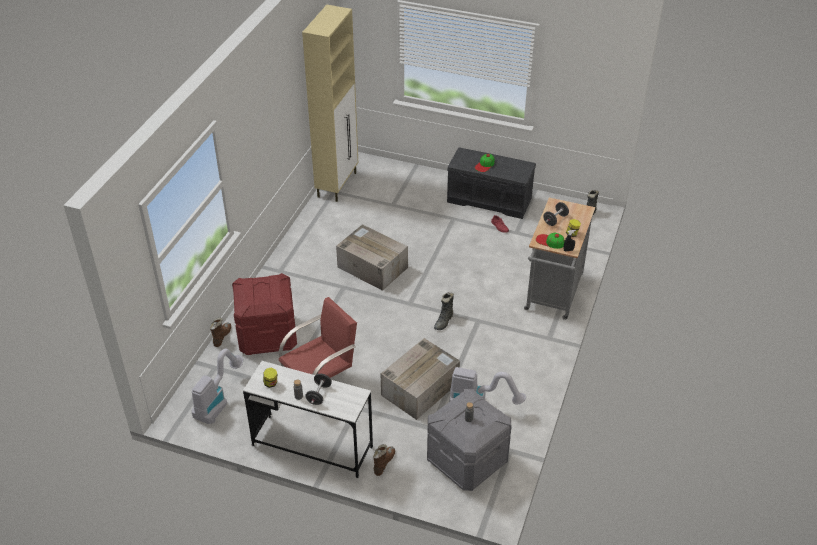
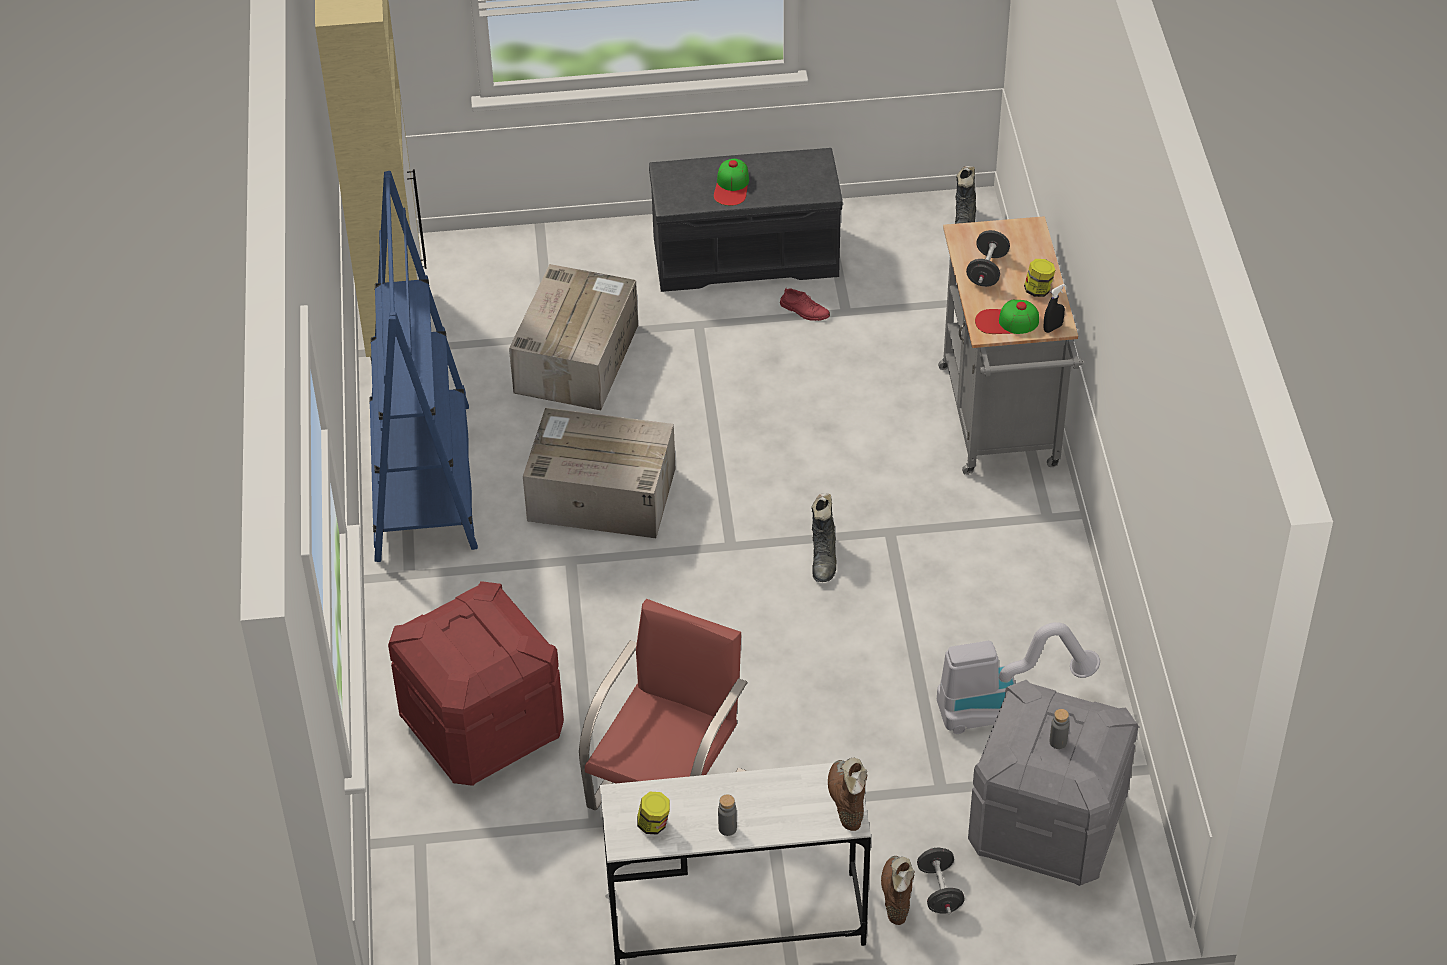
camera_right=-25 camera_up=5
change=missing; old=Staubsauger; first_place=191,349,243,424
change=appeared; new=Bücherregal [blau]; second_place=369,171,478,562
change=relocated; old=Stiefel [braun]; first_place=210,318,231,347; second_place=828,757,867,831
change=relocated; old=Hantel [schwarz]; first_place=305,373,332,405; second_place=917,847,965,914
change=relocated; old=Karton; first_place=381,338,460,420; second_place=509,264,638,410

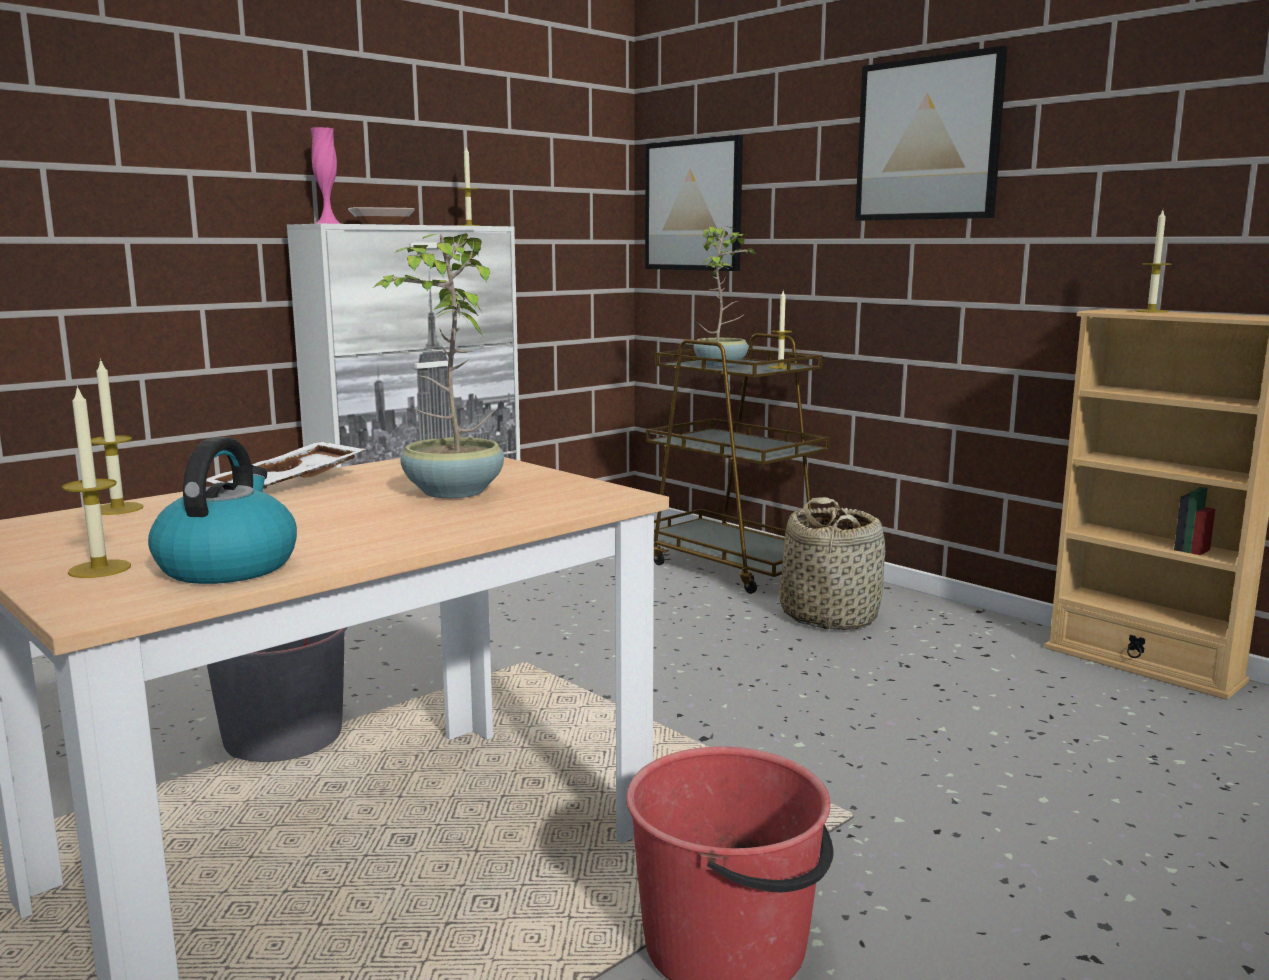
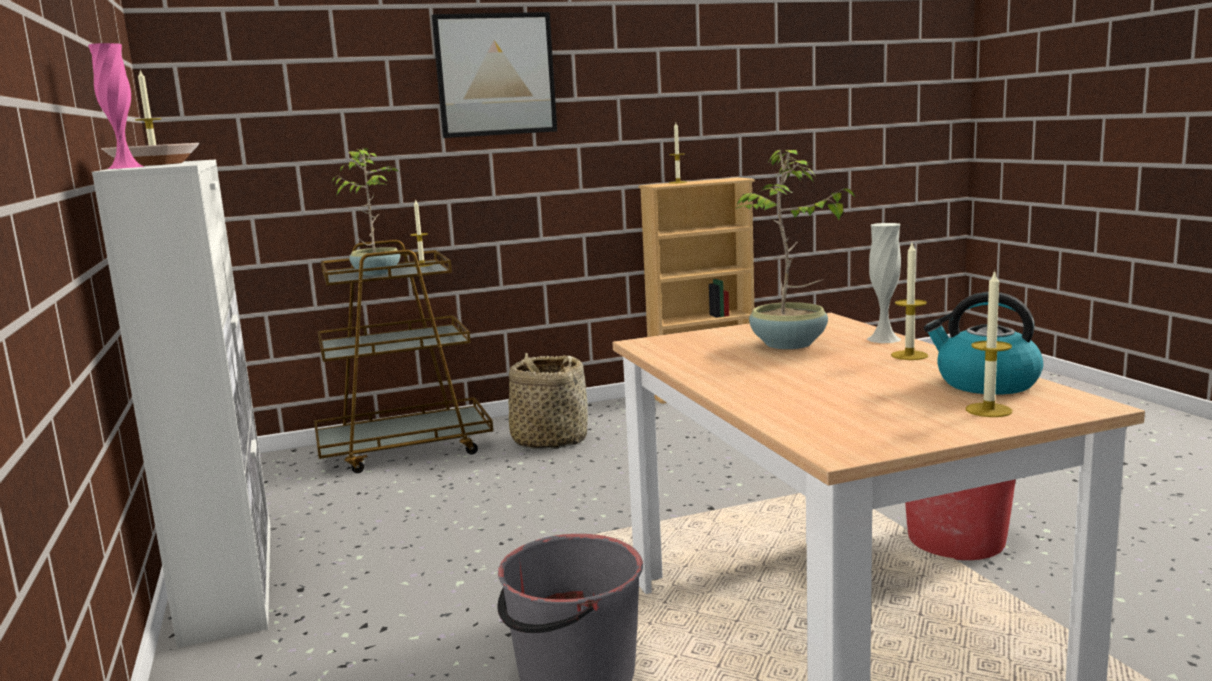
camera_right=-65 camera_up=0
change=missing; old=Tablett [weiß]; first_place=206,442,366,490
change=missing; old=Bild; first_place=645,135,743,271
change=appeared; new=Vase [weiß]; second_place=867,223,901,343
change=relocated; old=Kerze; first_place=91,358,144,515; second_place=891,243,928,360

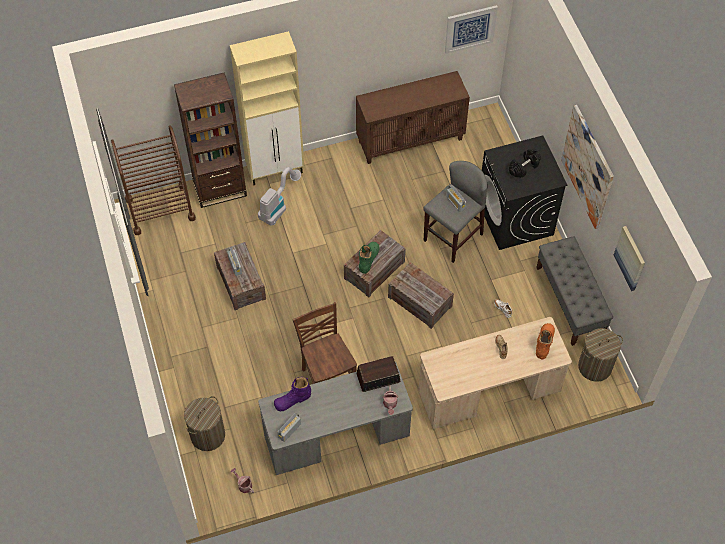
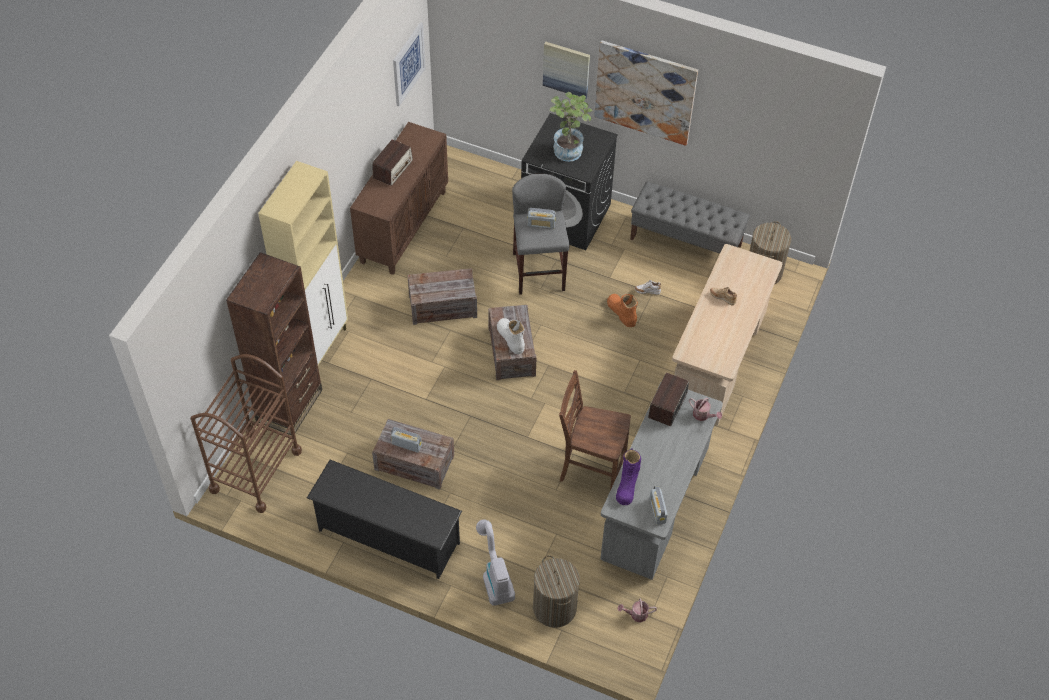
camera_right=-50 camera_up=-5
change=appeared; new=Schuhregal [schwarz]; second_place=307,460,462,579
change=appeared; new=Radio; second_place=372,139,413,186
change=relocated; old=Staubsauger; first_place=258,167,301,225; second_place=476,519,515,606
change=relocated; old=Kiste; first_place=388,262,454,329; second_place=407,268,477,325
change=relocated; old=Stiefel [orange]; first_place=536,323,555,359; second_place=607,294,638,327
change=relocated; old=Bild; first_place=614,226,645,291; second_place=543,42,590,98
change=exchanged; old=Hantel [schwarz]; new=Topfpflanze; first_place=509,149,541,178; second_place=550,92,593,162
change=colour; old=Stiefel [grün]; new=Stiefel [weiß]; first_place=359,242,380,274; second_place=497,318,525,354

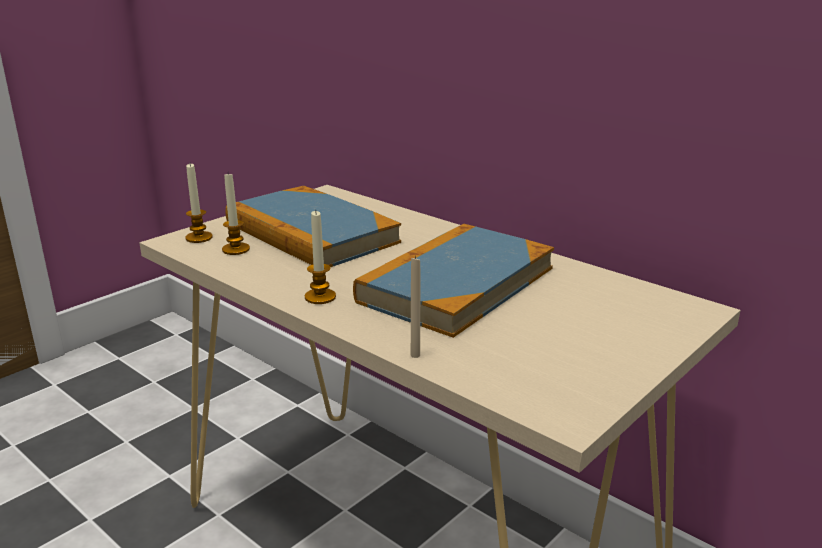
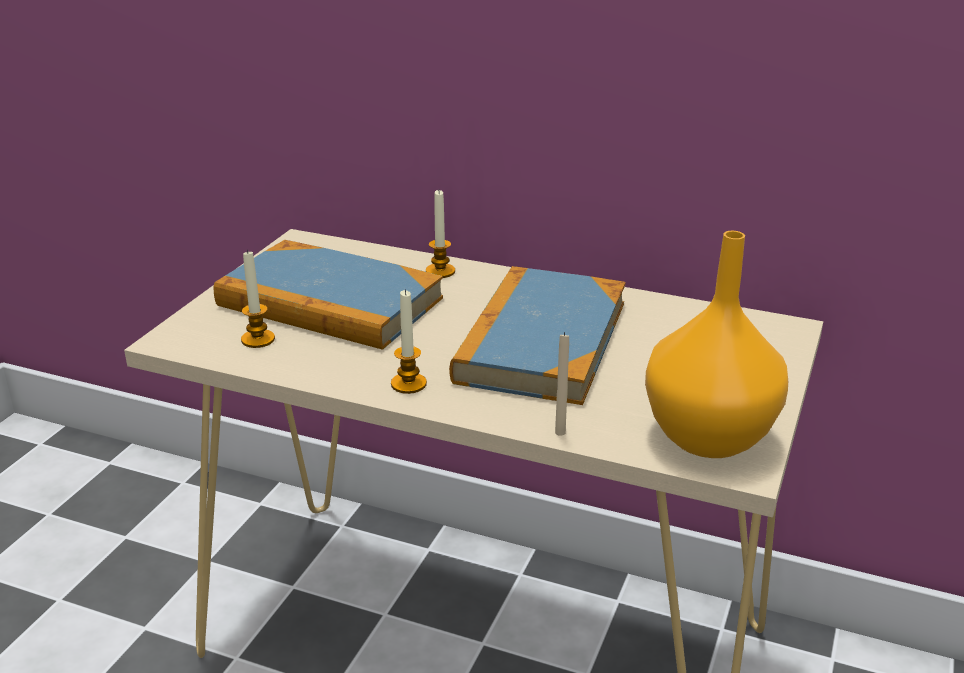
camera_right=-20 camera_up=5
change=appeared; new=Vase [orange]; second_place=645,231,788,458
change=relocated; old=Kerze; first_place=185,164,213,243; second_place=426,190,455,278

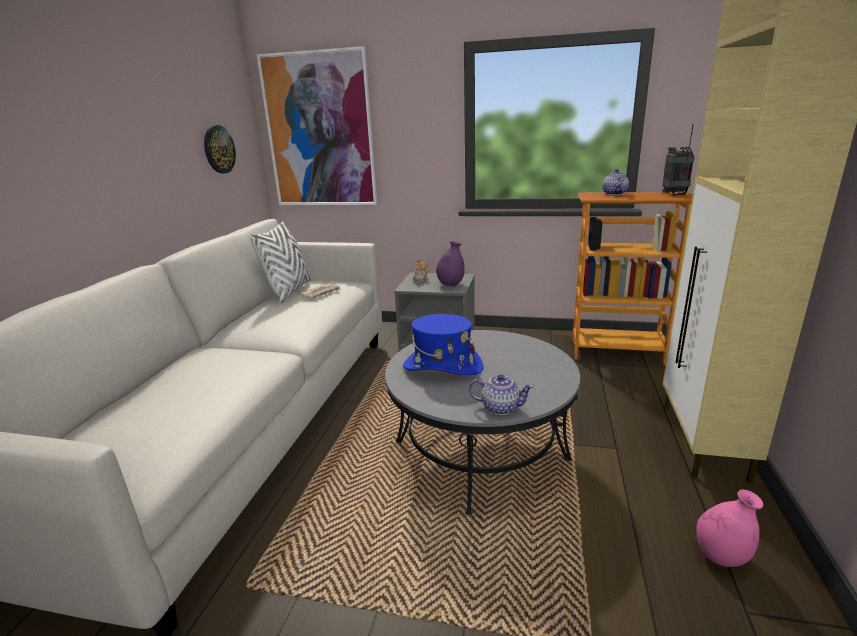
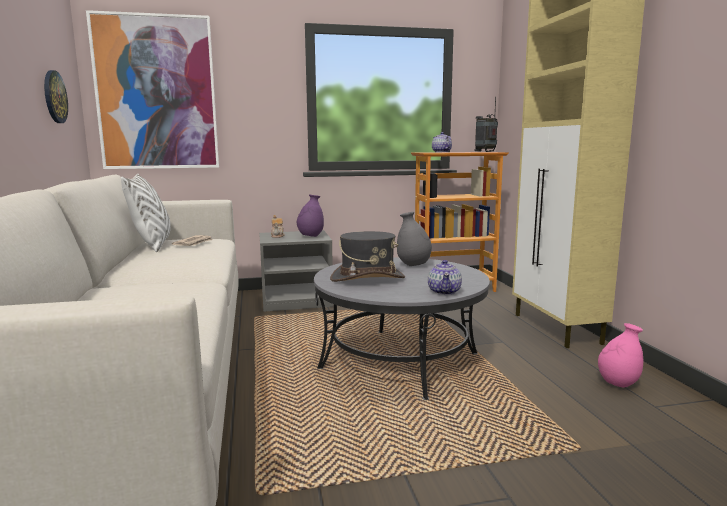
camera_right=-25 camera_up=-10
change=appeared; new=Vase [grau]; second_place=397,212,432,266
change=colour; old=Hut [blau]; new=Hut [grau]; first_place=403,314,483,375; second_place=330,231,405,282
change=spun; old=Teekanne; first_place=469,374,534,415; second_place=428,260,462,295; degrees=105

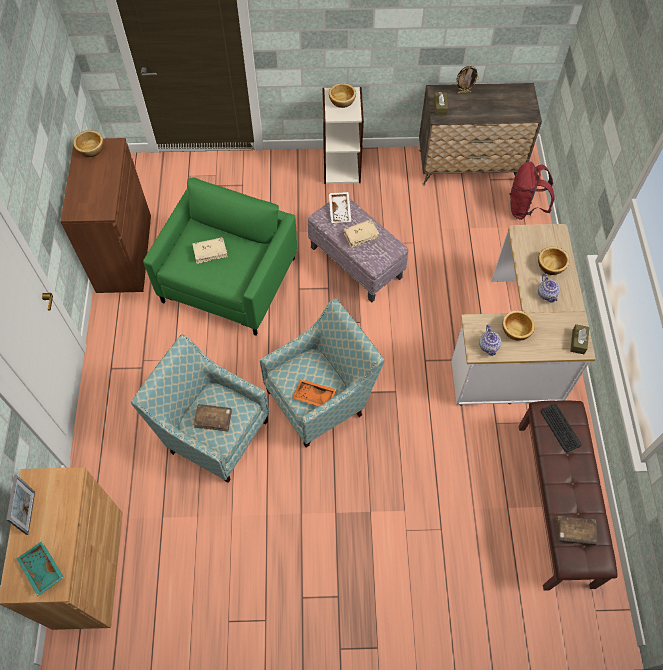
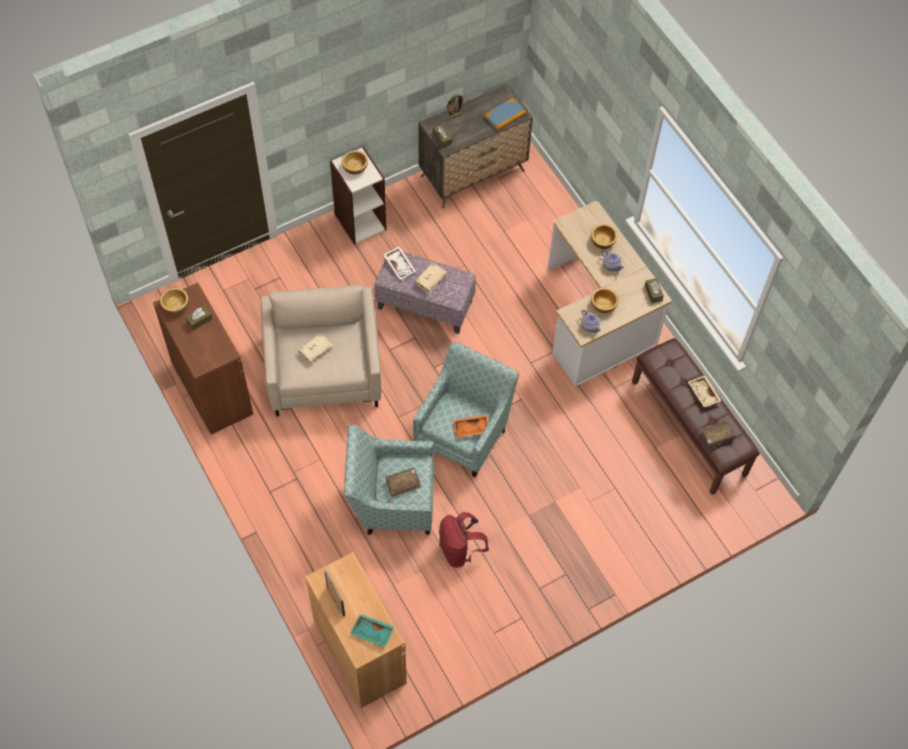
camera_right=-30 camera_up=0
change=missing; old=Tastatur; first_place=541,403,582,452
change=appeared; new=Taschentuchbox [braun]; second_place=186,306,213,330
change=appeared; new=Buch; second_place=484,98,526,131
change=appeared; new=Tablett [beige]; second_place=688,376,722,407
change=relocated; old=Rucksack [rot]; first_place=510,161,554,220; second_place=439,512,489,568
change=colour; old=Sessel [grün]; new=Sessel [beige]; first_place=143,177,297,336; second_place=261,285,381,416

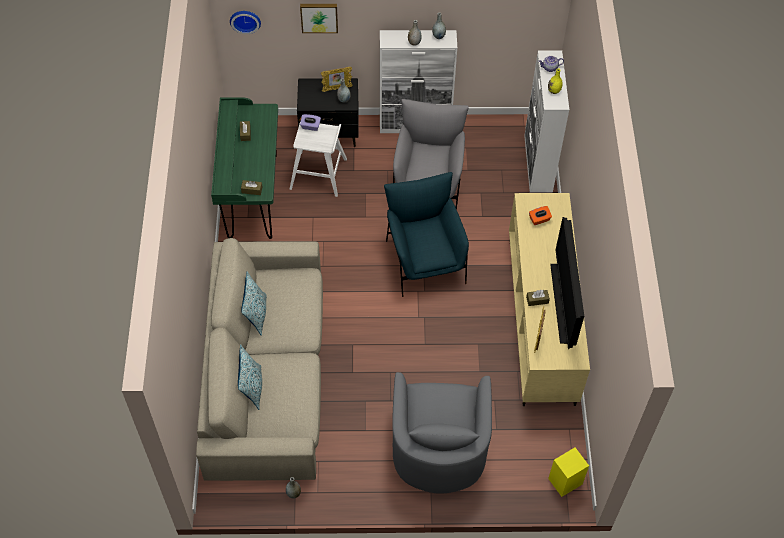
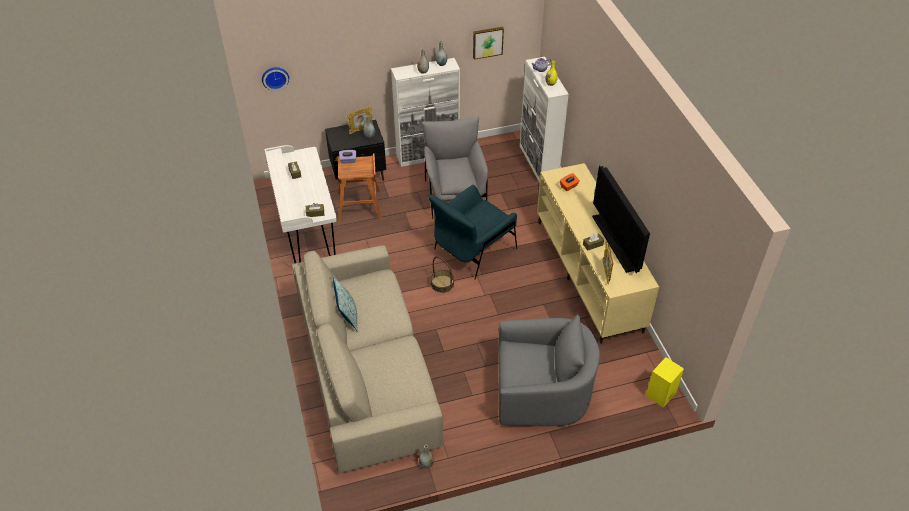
camera_right=-15 camera_up=-10
change=missing; old=Kissen; first_place=238,344,262,410
change=appeared; new=Korb; second_place=430,257,454,293
change=relocated; old=Bild; first_place=300,4,338,33; second_place=473,27,504,60
change=colour; old=Schreibtisch [grün]; new=Schreibtisch [weiß]; first_place=211,97,278,239; second_place=264,145,337,263
change=colour; old=Hocker [weiß]; new=Hocker [braun]; first_place=289,124,347,197; second_place=338,153,382,223
change=spun; old=Sessel [blau]; first_place=384,172,469,297; second_place=429,185,517,280; degrees=-105
change=spun; old=Sessel [grau]; first_place=392,372,492,494; second_place=498,314,600,426; degrees=-75

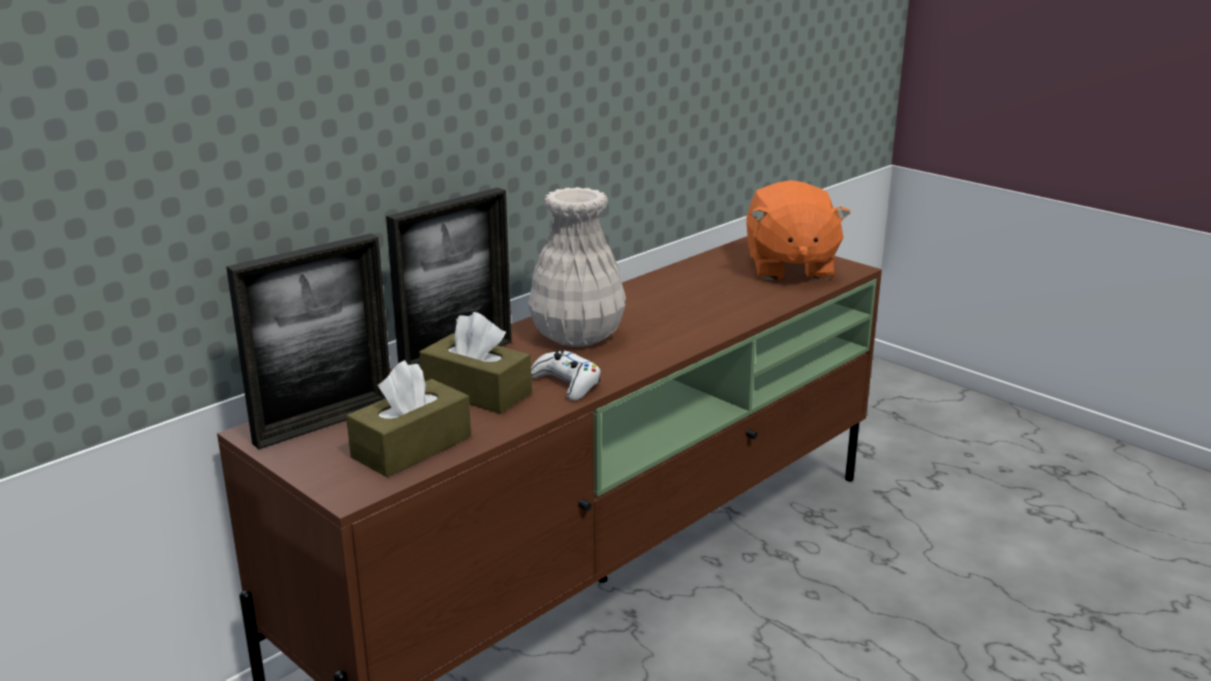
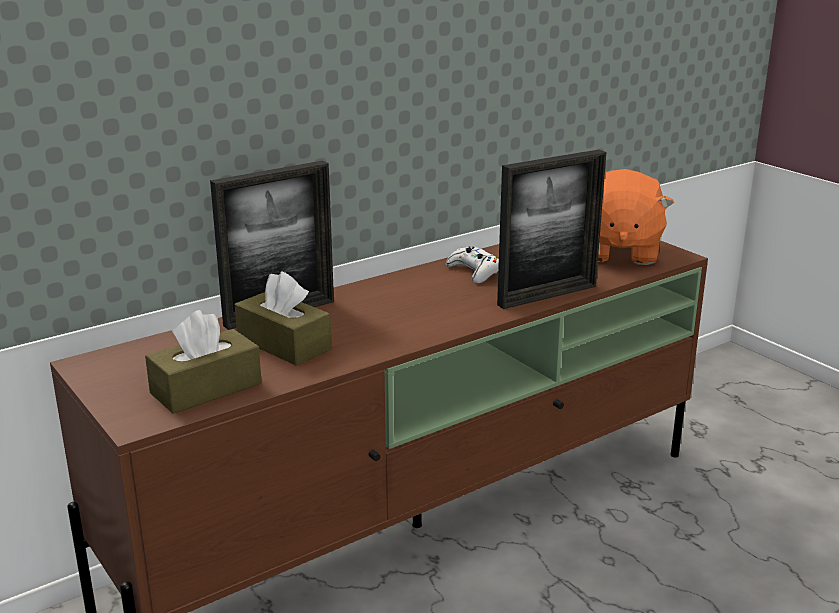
camera_right=10 camera_up=0
change=missing; old=Vase [weiß]; first_place=528,187,626,347
change=relocated; old=Bilderrahmen; first_place=226,233,390,450; second_place=497,149,606,309
change=relocated; old=Gamepad [weiß]; first_place=531,350,601,401; second_place=446,247,499,283

